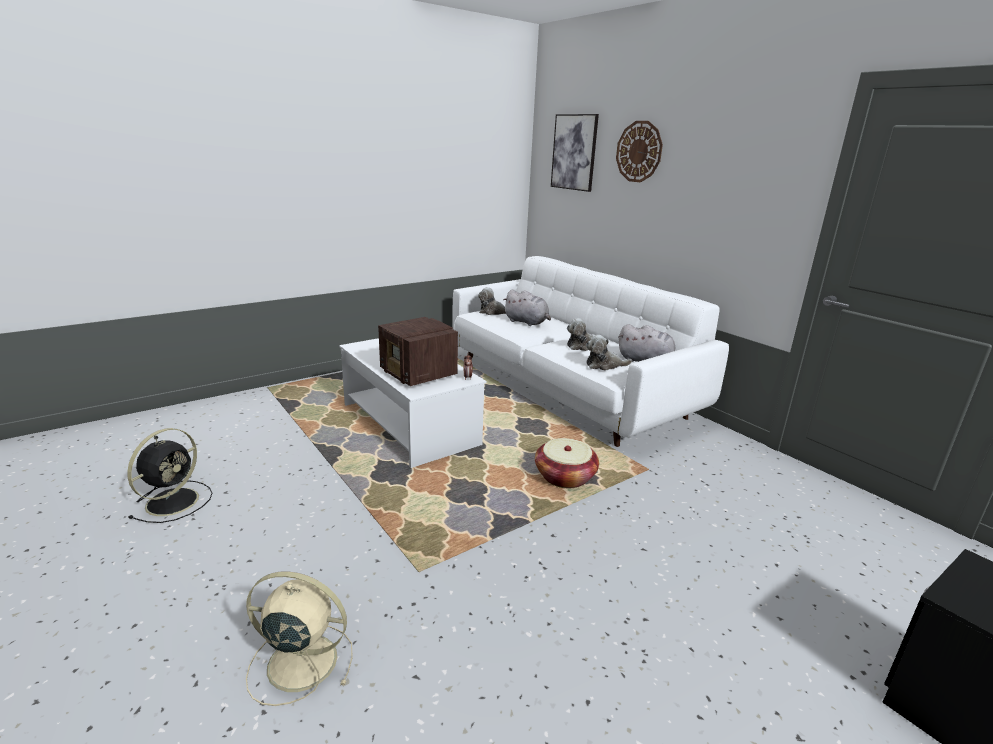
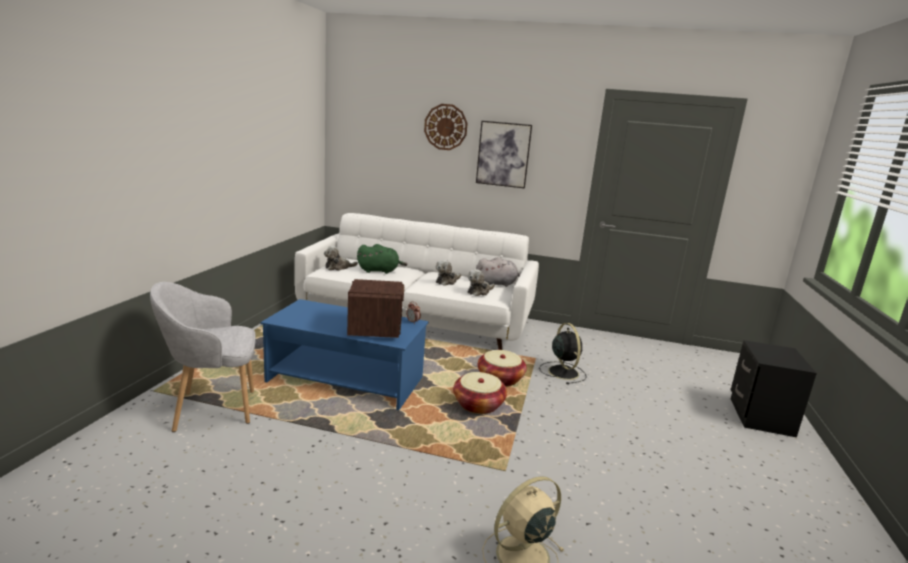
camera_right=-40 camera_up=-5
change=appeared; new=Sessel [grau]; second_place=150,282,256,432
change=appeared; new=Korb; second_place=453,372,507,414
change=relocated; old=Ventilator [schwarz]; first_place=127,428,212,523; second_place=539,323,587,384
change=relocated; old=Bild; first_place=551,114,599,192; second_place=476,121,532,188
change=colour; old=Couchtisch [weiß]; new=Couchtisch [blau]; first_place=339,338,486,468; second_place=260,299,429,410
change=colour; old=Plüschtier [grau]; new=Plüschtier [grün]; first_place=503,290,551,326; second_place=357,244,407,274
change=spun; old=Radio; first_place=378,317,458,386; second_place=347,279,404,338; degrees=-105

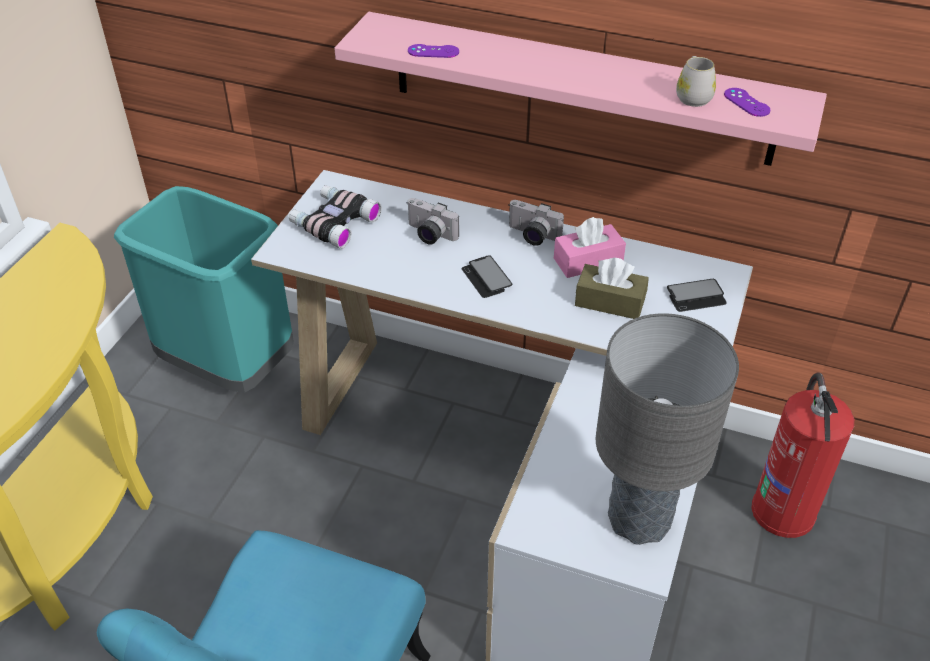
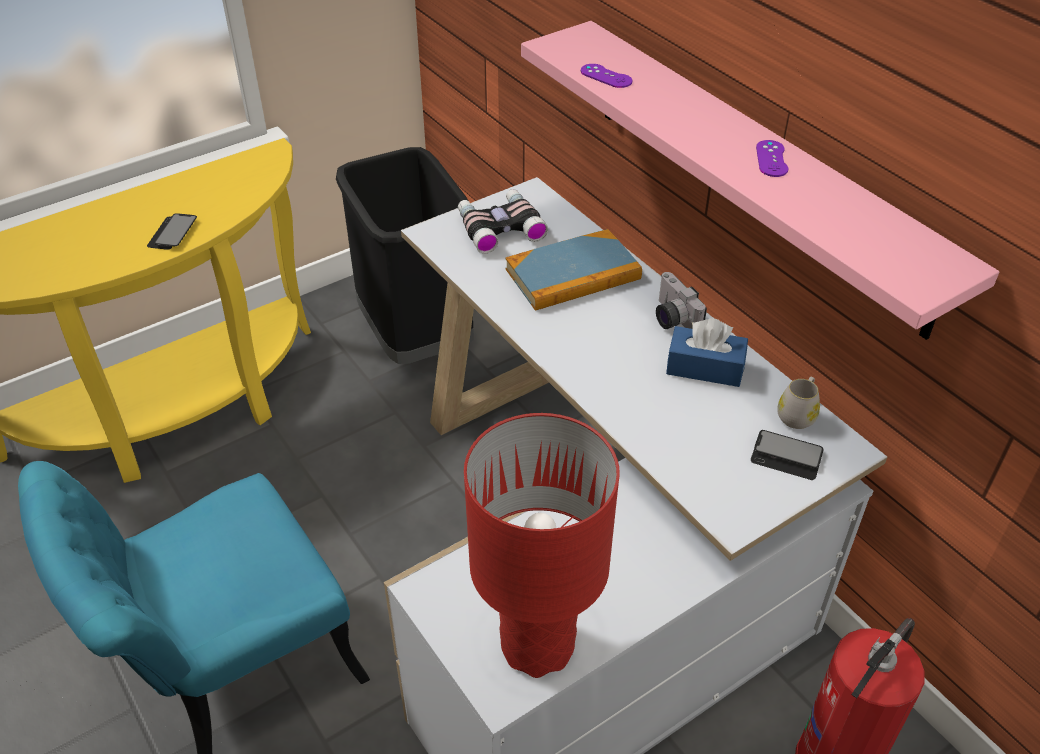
camera_right=35 camera_up=0
change=missing; old=Taschentuchbox [braun]; first_place=575,258,649,319
change=relocated; old=Handy; first_place=461,256,512,298; second_place=147,213,197,249
change=relocated; old=Henkelbecher [weiß]; first_place=676,56,716,107; second_place=777,377,820,429
change=relocated; old=Gamepad [lila]; first_place=724,88,771,117; second_place=756,140,788,177
change=exchanged; old=Kamera; new=Buch; first_place=407,198,459,245; second_place=505,229,642,311
change=colour; old=Mülleimer [türkis]; new=Mülleimer [schwarz]; first_place=114,186,294,392; second_place=336,147,474,364
change=colour; old=Taschentuchbox [rosa]; new=Taschentuchbox [blau]; first_place=554,217,626,278; second_place=666,319,748,387
change=colour; old=Tischlampe [grau]; new=Tischlampe [rot]; first_place=595,313,739,545; second_place=464,413,620,678

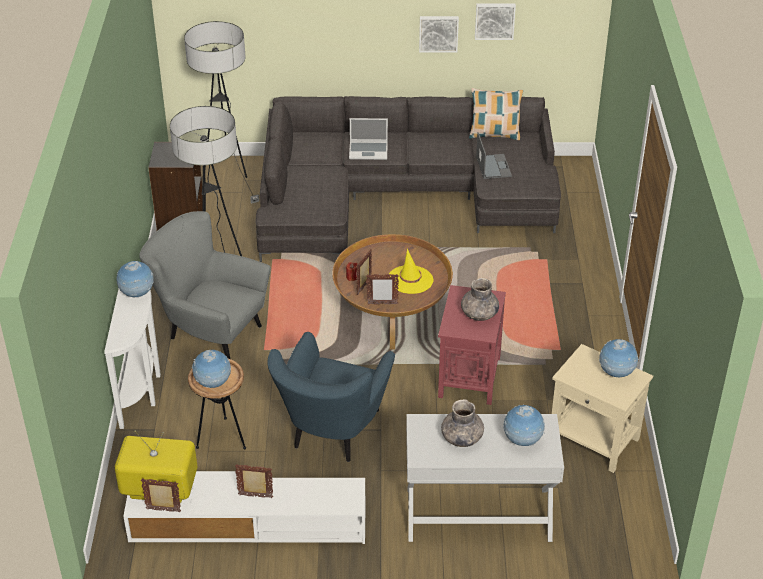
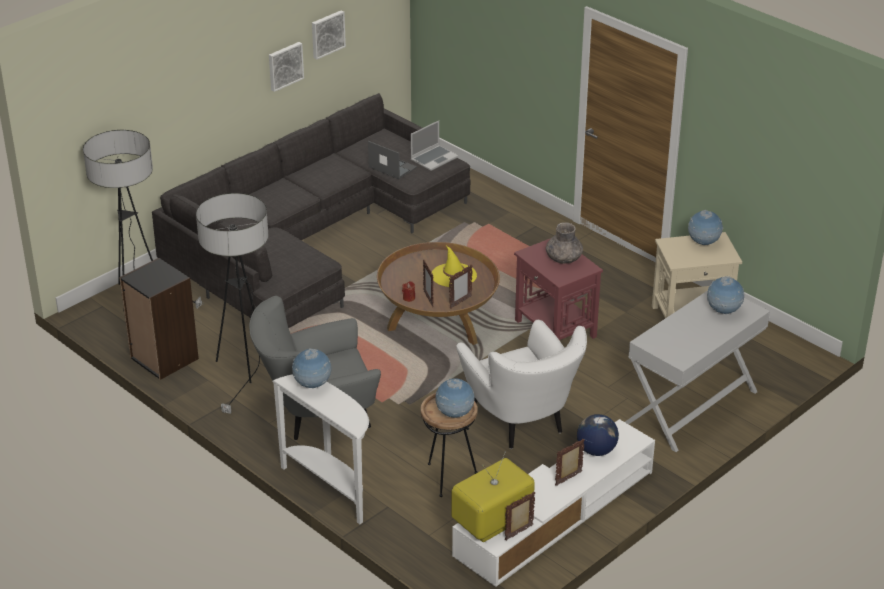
camera_right=-45 camera_up=-5
change=missing; old=Vase [grau]; first_place=441,399,484,447
change=missing; old=Kissen; first_place=469,88,523,140
change=appeared; new=Globus; second_place=577,414,619,456
change=relocated; old=Laptop; first_place=349,118,388,160; second_place=411,121,459,171
change=colour; old=Sessel [blau]; new=Sessel [weiß]; first_place=268,332,395,462; second_place=456,320,587,449

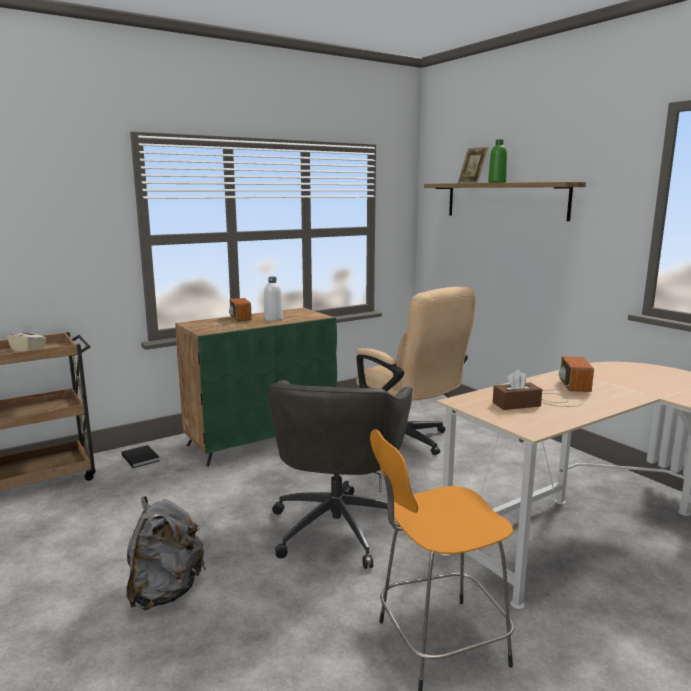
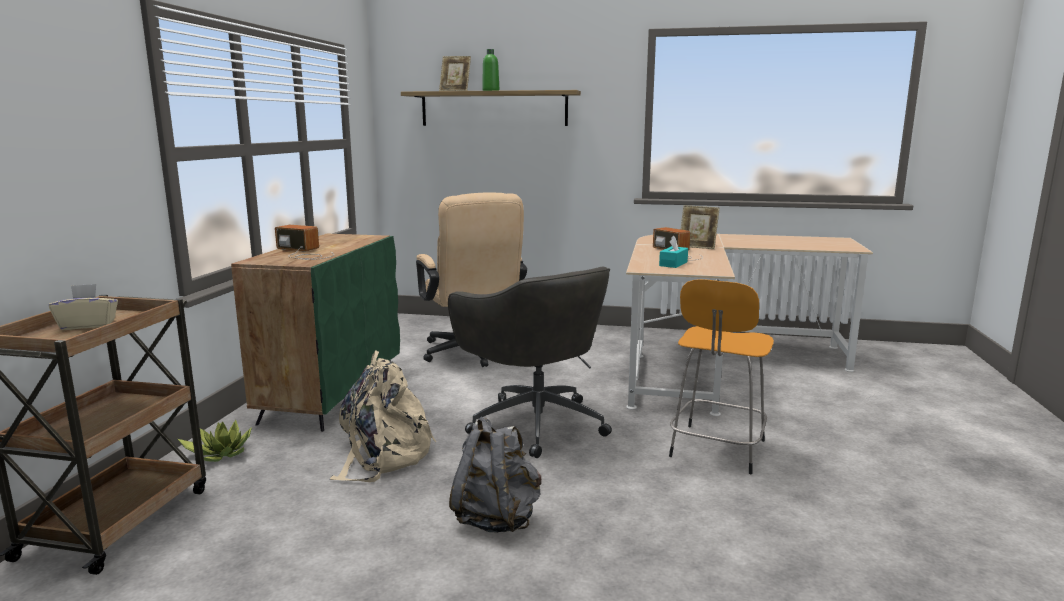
camera_right=-45 camera_up=0
change=missing; old=Flasche [weiß]; first_place=264,277,283,321
change=appeared; new=Rucksack [beige]; second_place=330,350,436,482
change=appeared; new=Bilderrahmen; second_place=681,205,720,249
change=exchanged; old=Buch [schwarz]; new=Topfpflanze; first_place=122,445,160,468; second_place=178,420,252,462
change=colour; old=Taschentuchbox [braun]; new=Taschentuchbox [türkis]; first_place=493,370,542,410; second_place=659,235,688,268
change=spun; old=Bürostuhl [beige]; first_place=356,287,476,455; second_place=416,192,527,367; degrees=60

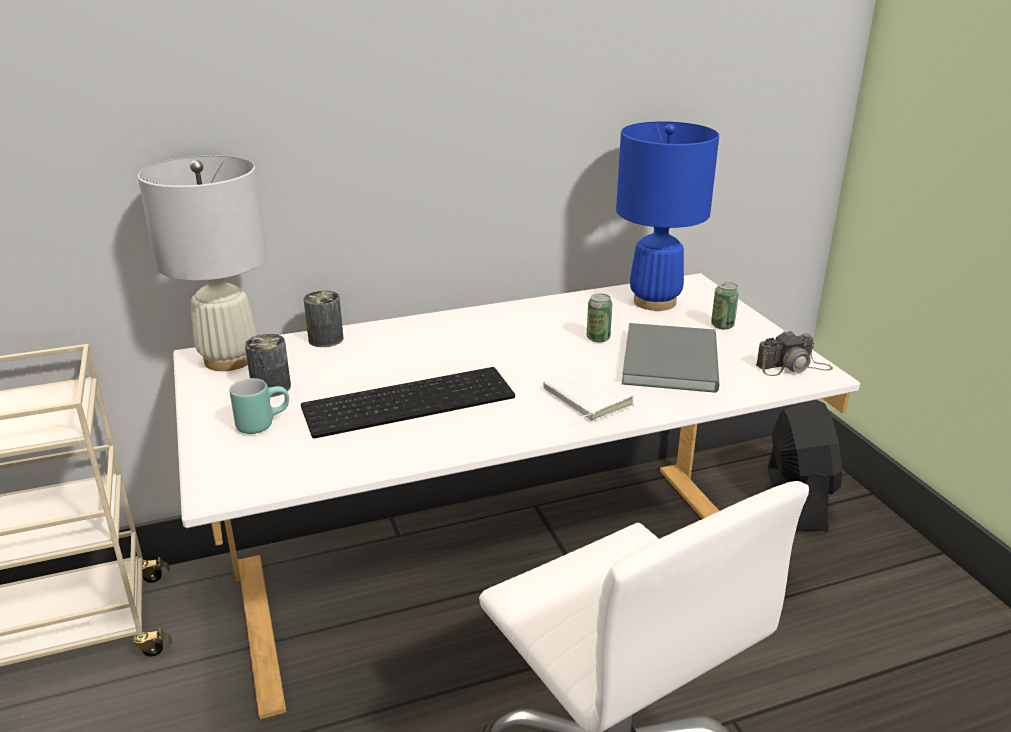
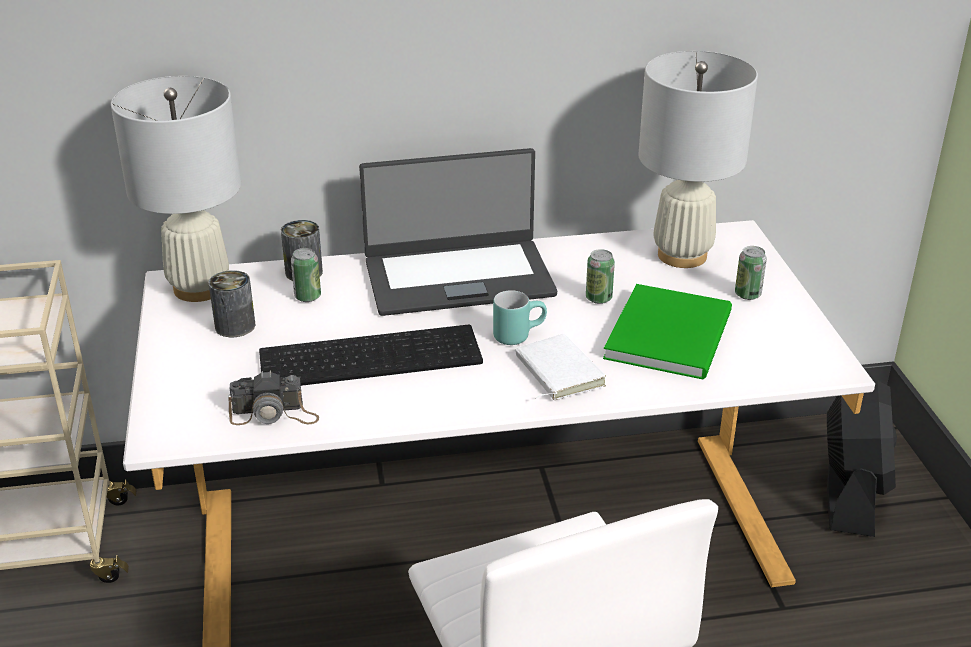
camera_right=10 camera_up=5
change=appeared; new=Dose; second_place=291,248,321,302
change=appeared; new=Laptop; second_place=359,148,557,316
change=relocated; old=Henkelbecher [türkis]; first_place=230,378,289,434; second_place=493,290,547,345
change=relocated; old=Kamera; first_place=756,331,833,376; second_place=228,370,319,425
change=colour; old=Tischlampe [blau]; new=Tischlampe [weiß]; first_place=616,121,719,311; second_place=638,51,758,268
change=colour; old=Buch [grau]; new=Buch [grün]; first_place=622,323,720,393; second_place=603,284,732,379

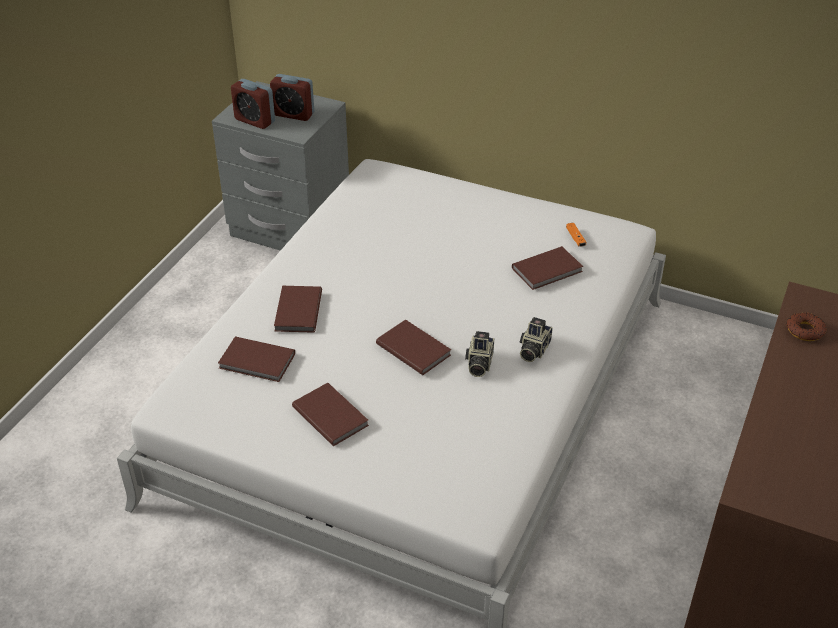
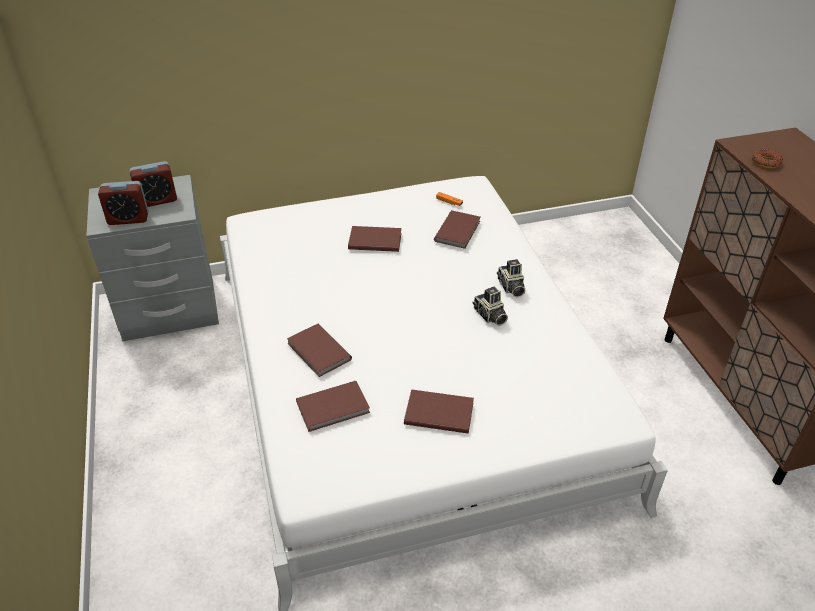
camera_right=-40 camera_up=0
change=relocated; old=Buch [braun]; first_place=376,320,451,375; second_place=348,226,402,252

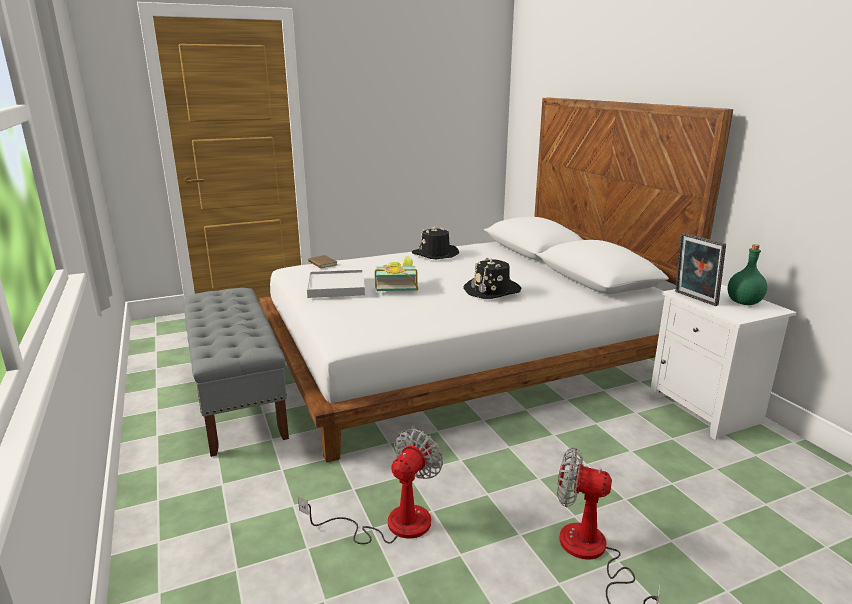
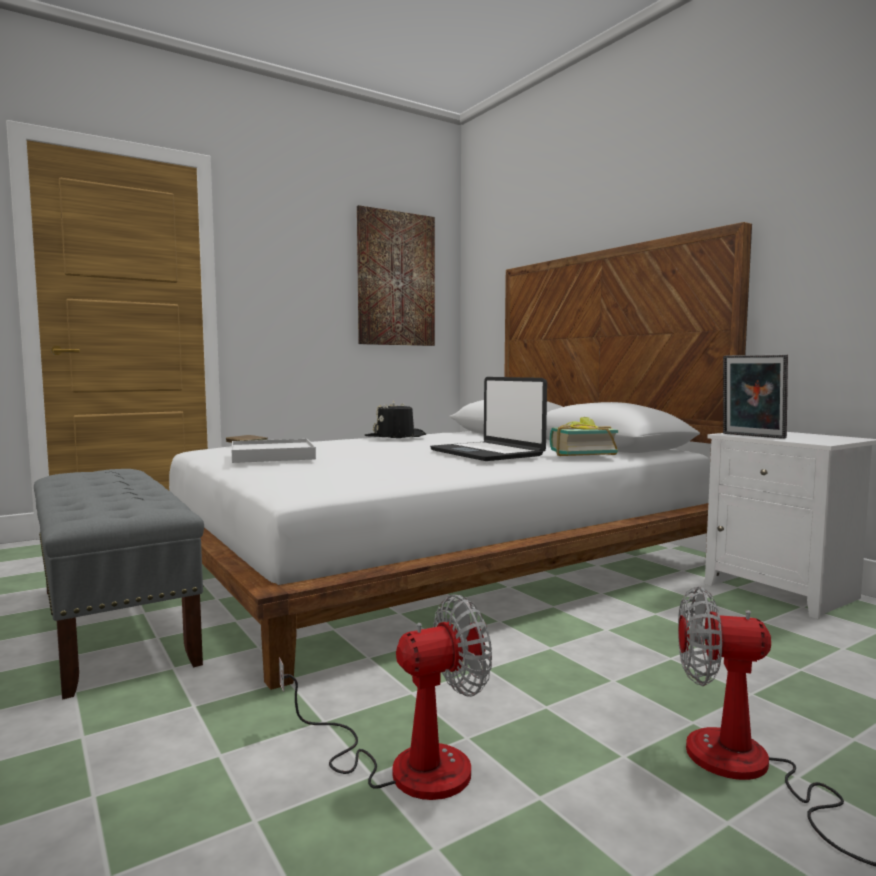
camera_right=-10 camera_up=-15
change=missing; old=Flasche [grün]; first_place=728,244,767,305
change=appeared; new=Bild; second_place=357,205,435,346
change=relocated; old=Buch; first_place=374,256,418,291; second_place=550,417,618,456
change=exchanged; old=Hut [schwarz]; new=Laptop; first_place=463,258,522,299; second_place=430,377,547,461
change=spun; old=Ventilator; first_place=298,429,443,544; second_place=279,594,492,800; degrees=45

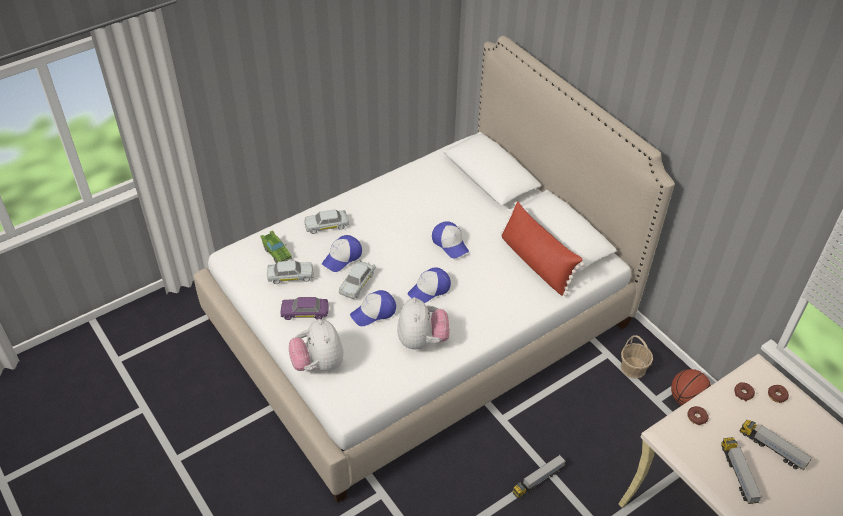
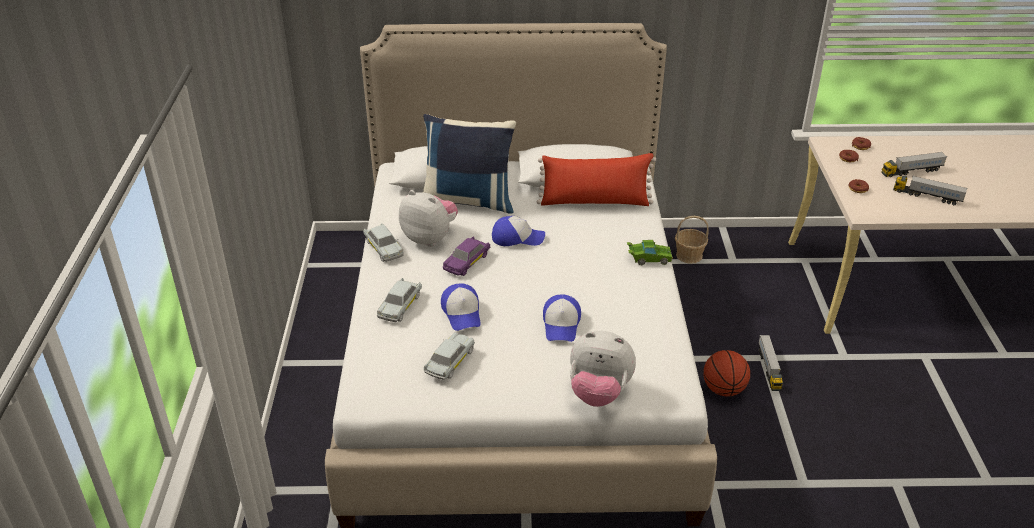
camera_right=-55 camera_up=-10
change=missing; old=Kappe; first_place=407,267,451,303
change=appeared; new=Kissen [blau]; second_place=423,114,516,214
change=relocated; old=Spielzeugauto [grün]; first_place=260,230,292,263; second_place=627,240,673,265
change=relocated; old=Spielzeugauto [lila]; first_place=281,297,329,320; second_place=443,236,490,276
change=relocated; old=Spielzeugauto [weiß]; first_place=339,259,376,299; second_place=363,223,404,262
change=relocated; old=Plüschtier; first_place=397,297,450,349; second_place=399,190,458,247
change=relocated; old=Basketball; first_place=671,369,711,405; second_place=703,350,750,396

